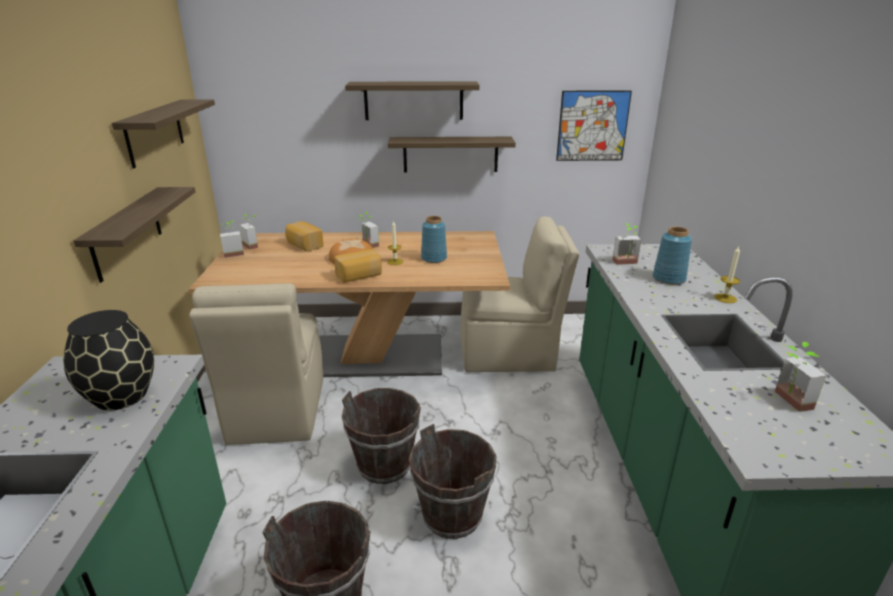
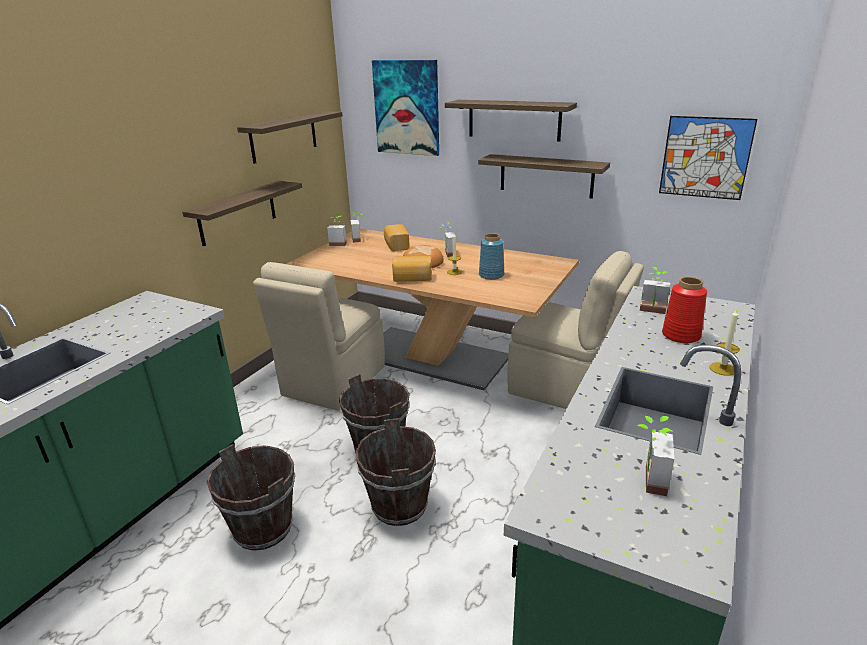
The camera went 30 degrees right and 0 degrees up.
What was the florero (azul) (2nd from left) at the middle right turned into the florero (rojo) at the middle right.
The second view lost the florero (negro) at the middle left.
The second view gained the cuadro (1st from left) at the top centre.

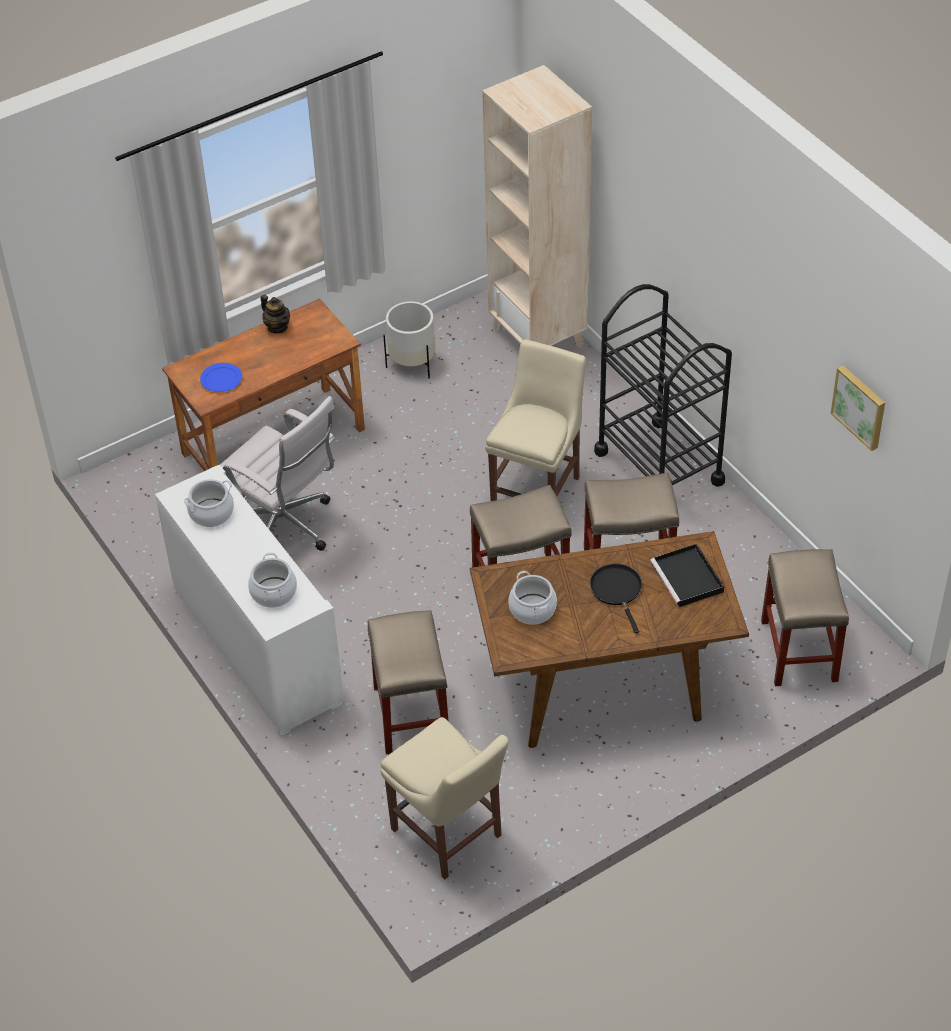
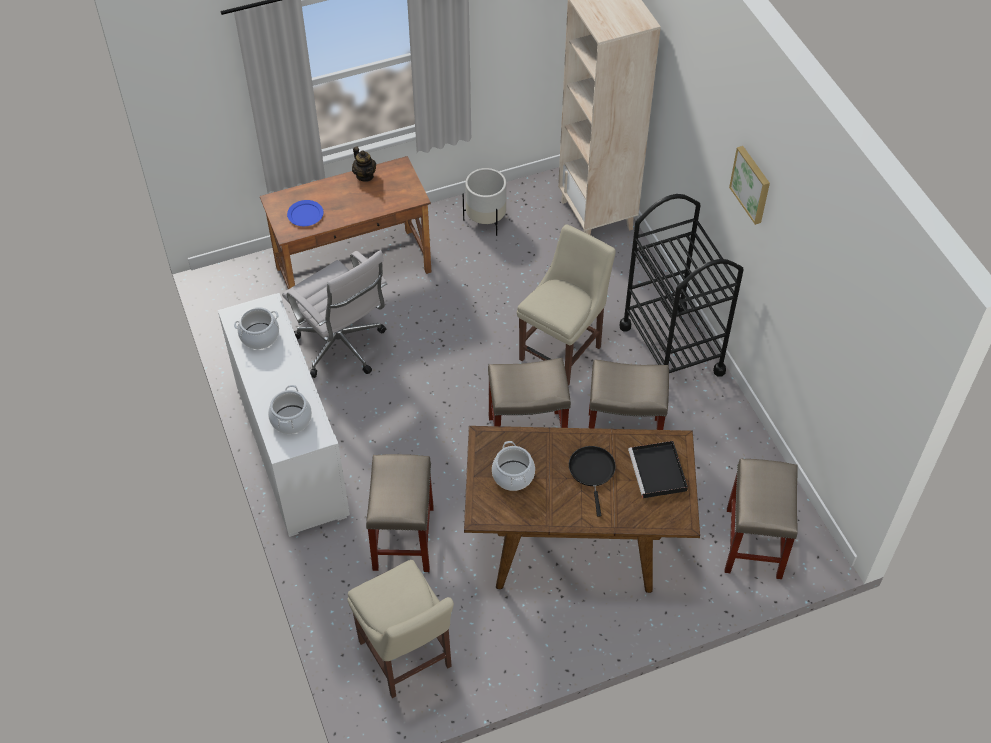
The camera went 10 degrees right and 5 degrees up.
The cuadro ended up elsewhere, having gone from the middle right to the top right.

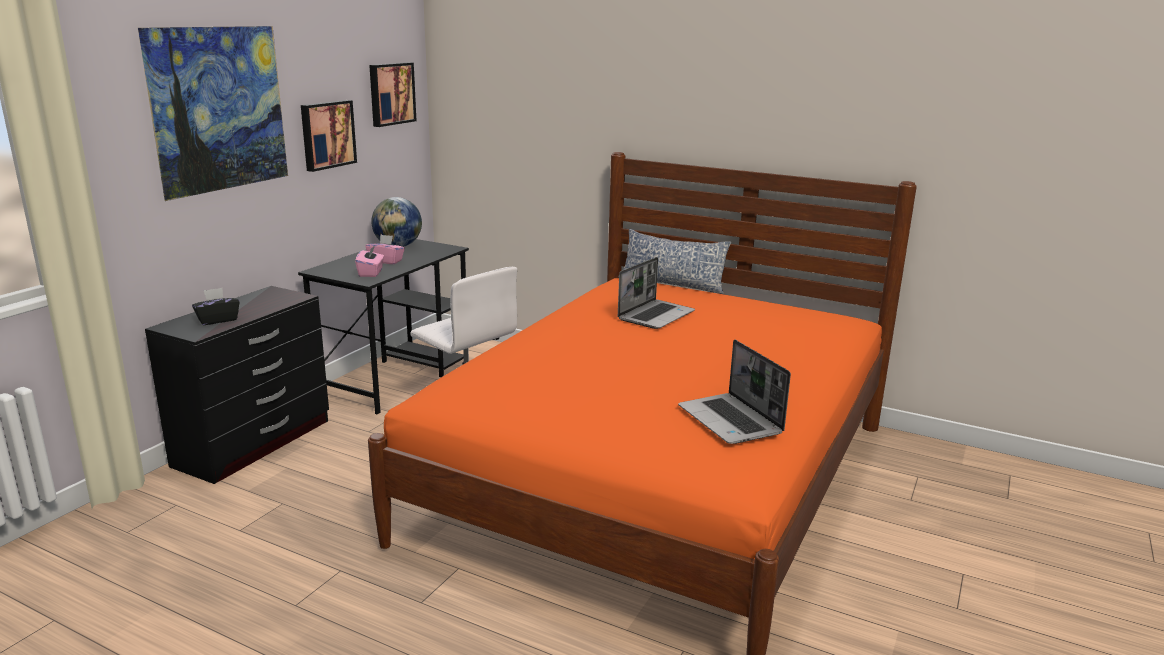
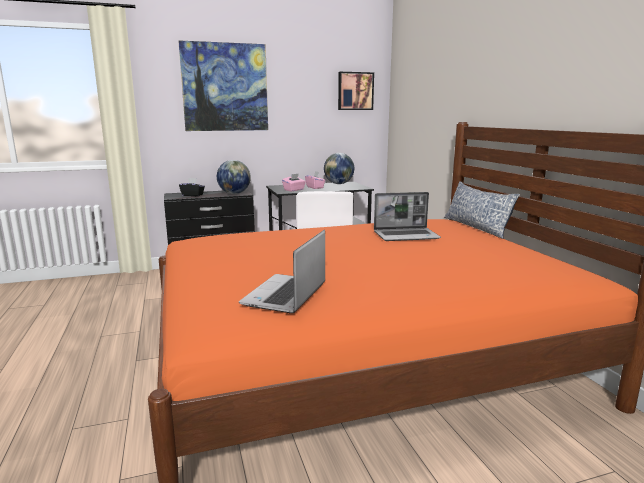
The camera went 45 degrees right and 5 degrees down.
The second view lost the cuadro (2nd from left) at the top left.
The second view gained the globo terráqueo (1st from left) at the centre.

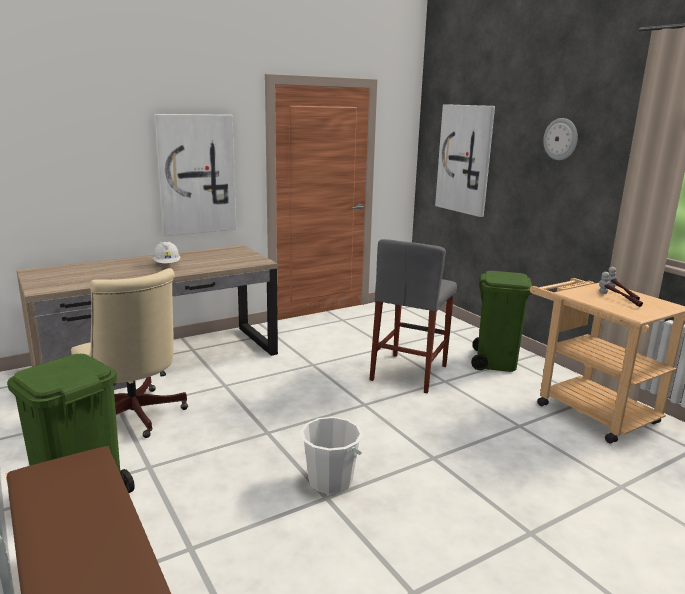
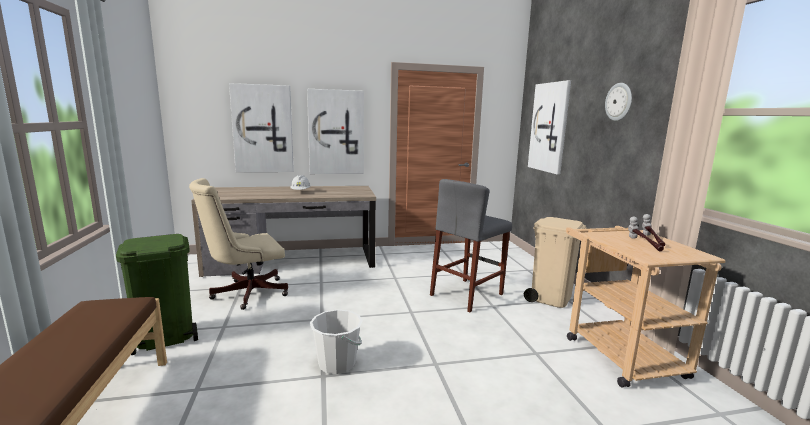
The camera went 20 degrees right and 5 degrees down.
The silla de oficina (beis) at the middle left ended up facing another way, 75 degrees clockwise from before.
What was the papelera (verde) (2nd from left) at the middle right turned into the papelera (beis) at the middle right.
The second view gained the cuadro (1st from left) at the top left.

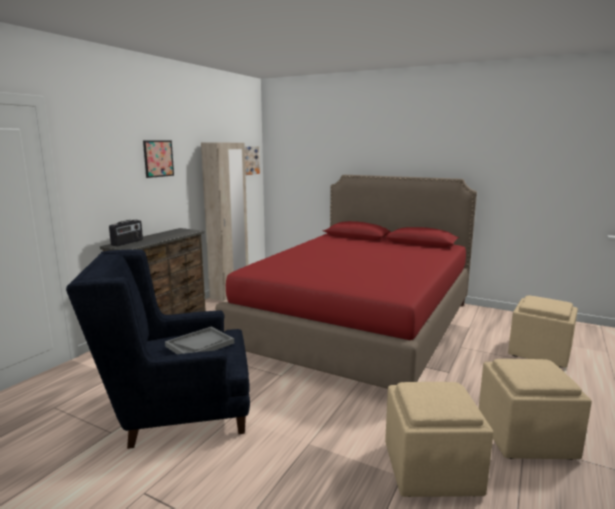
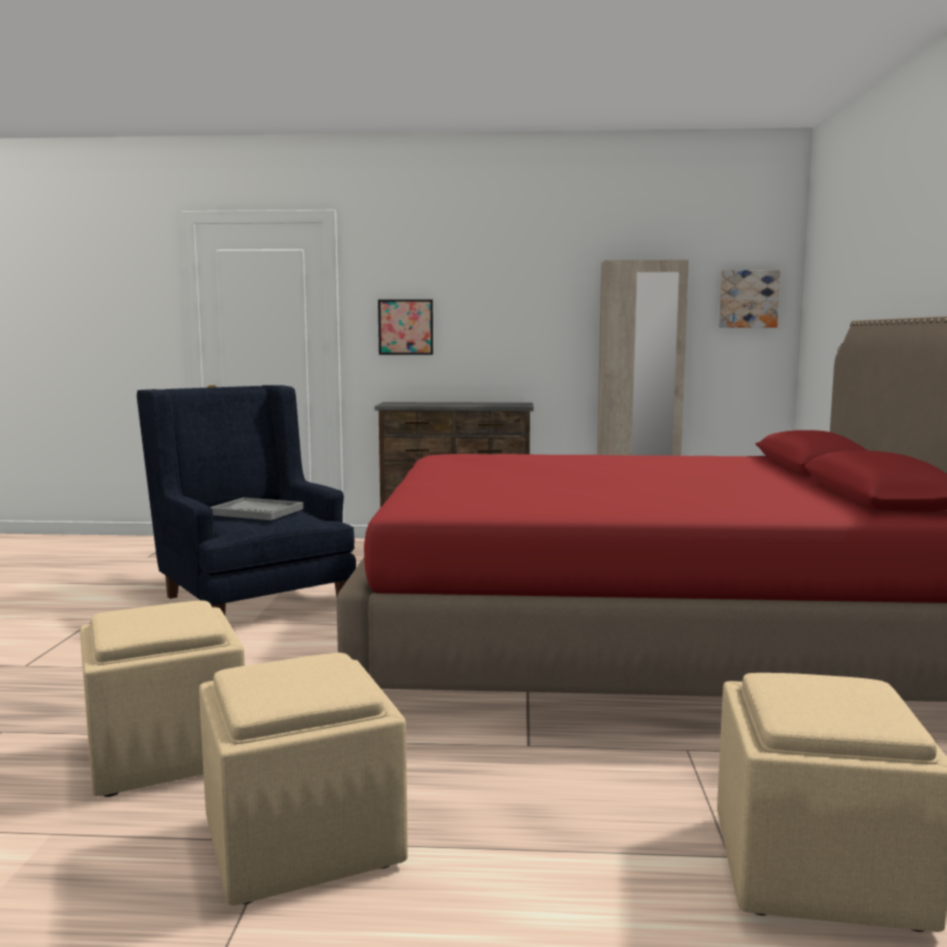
The camera went 65 degrees right and 5 degrees down.
The cuadro (1st from left) ended up elsewhere, having gone from the top left to the centre.
The second view lost the radio at the middle left.

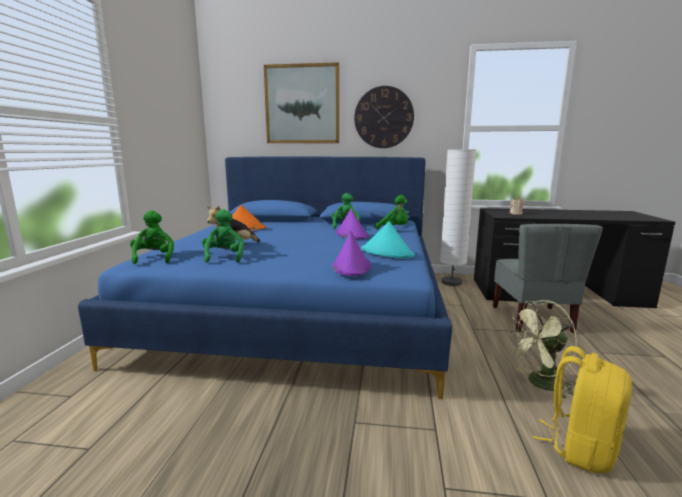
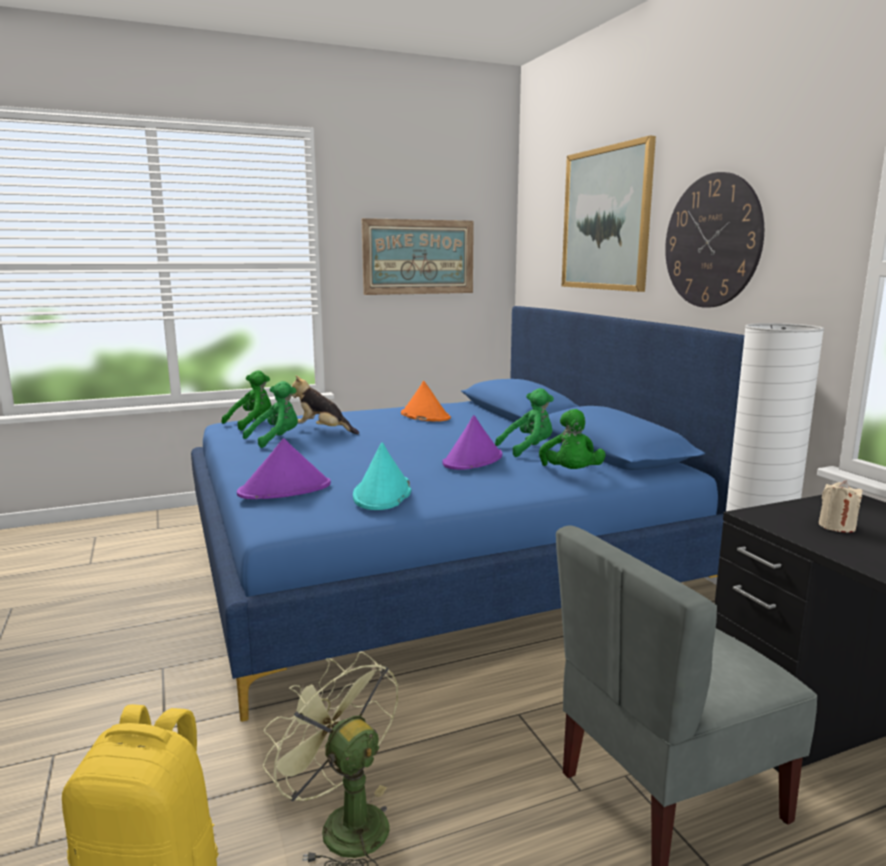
The camera went 60 degrees right and 0 degrees up.
The second view gained the cuadro (1st from left) at the top centre.

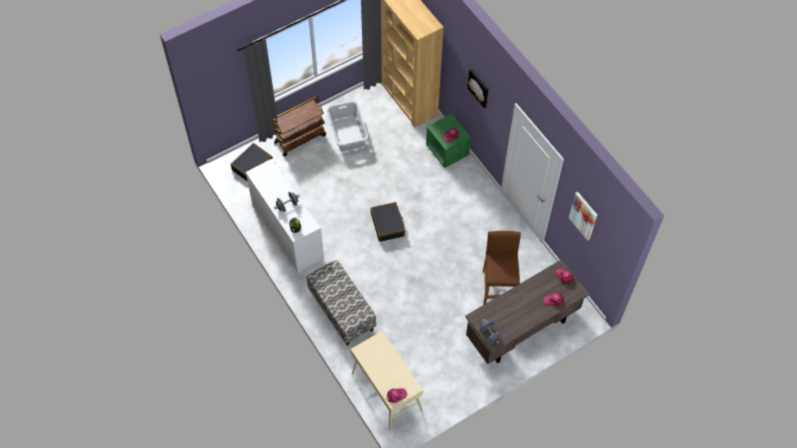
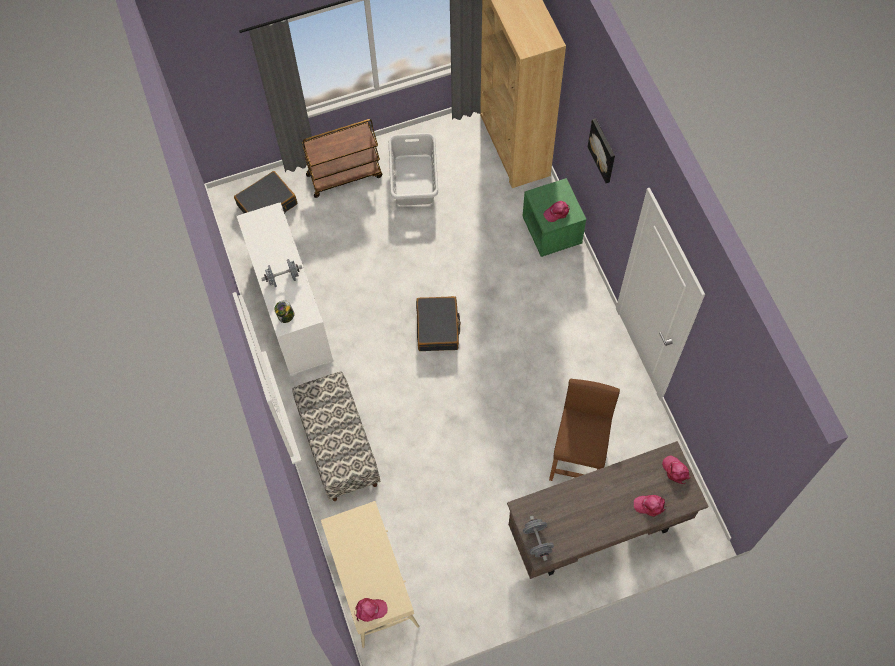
The camera went 15 degrees right and 5 degrees up.
The second view lost the cuadro (2nd from left) at the middle right.

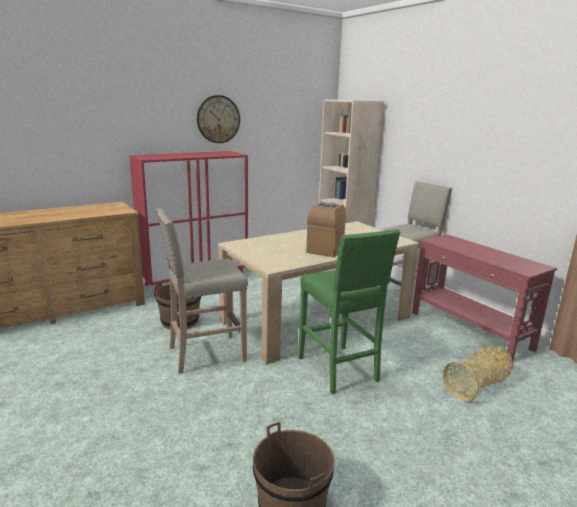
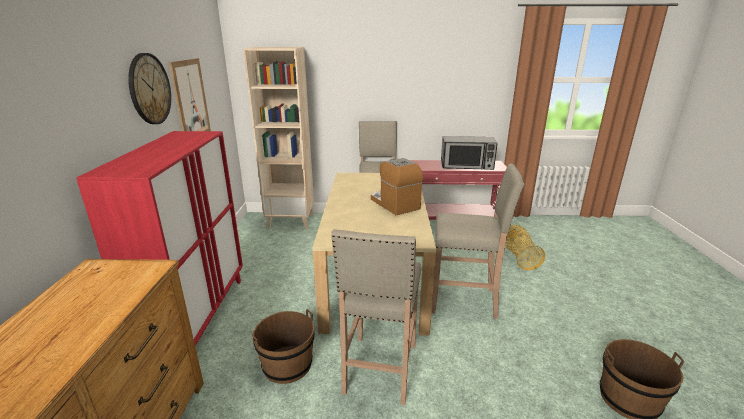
The camera went 55 degrees left and 5 degrees up.
What was the taburete (verde) at the centre turned into the taburete (beis) (3rd from left) at the centre.
The second view gained the cuadro at the top left.
The second view gained the microondas at the centre.

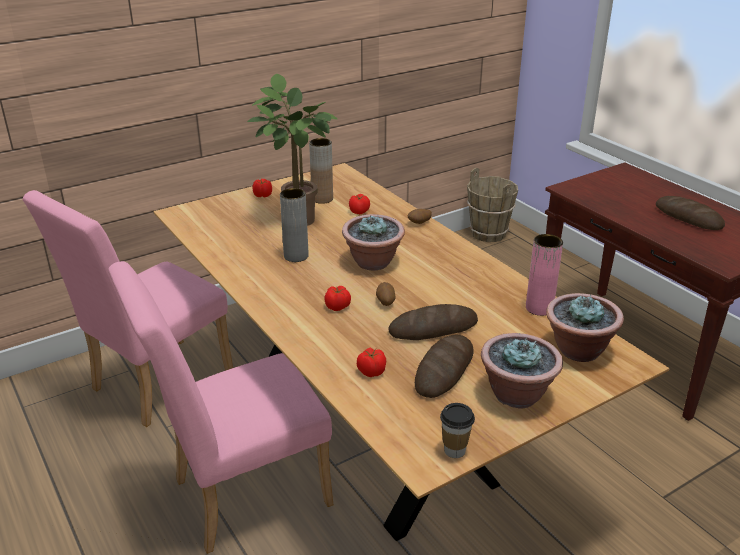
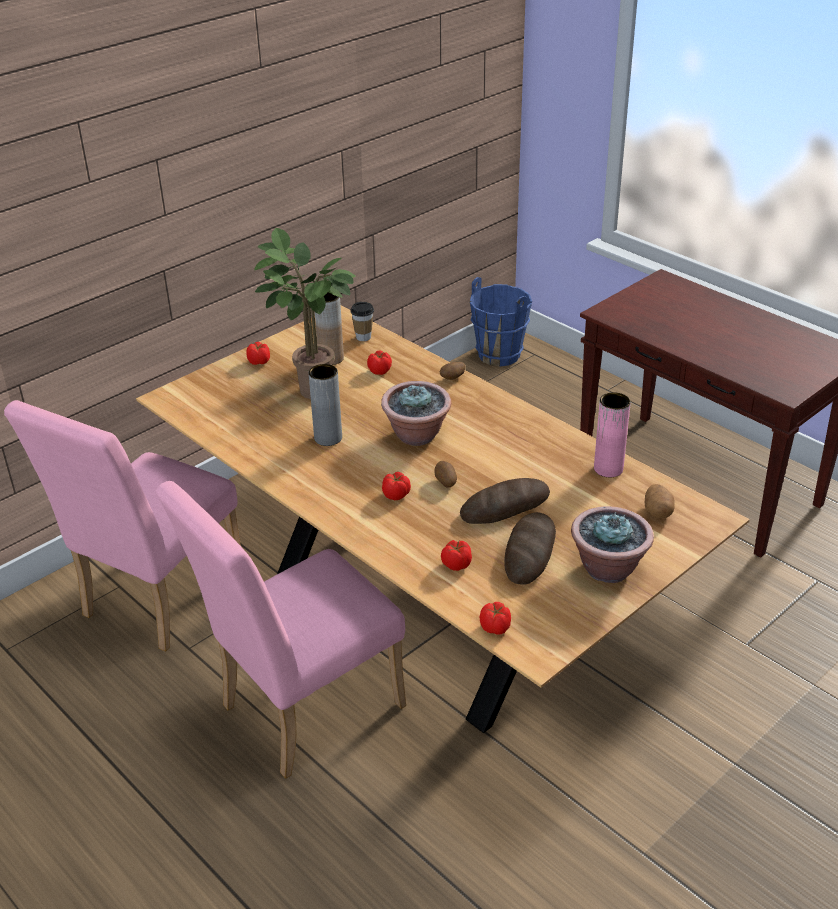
The camera went 10 degrees left and 5 degrees up.
What was the cubo (marrón) at the centre turned into the cubo (azul) at the centre.
The second view lost the pan (3rd from left) at the middle right.
Where the planta en maceta (4th from left) stood at the middle right, the patata (3rd from left) came to stand at the middle right.
The taza ended up elsewhere, having gone from the bottom centre to the centre.
The second view gained the tomate (5th from left) at the bottom centre.

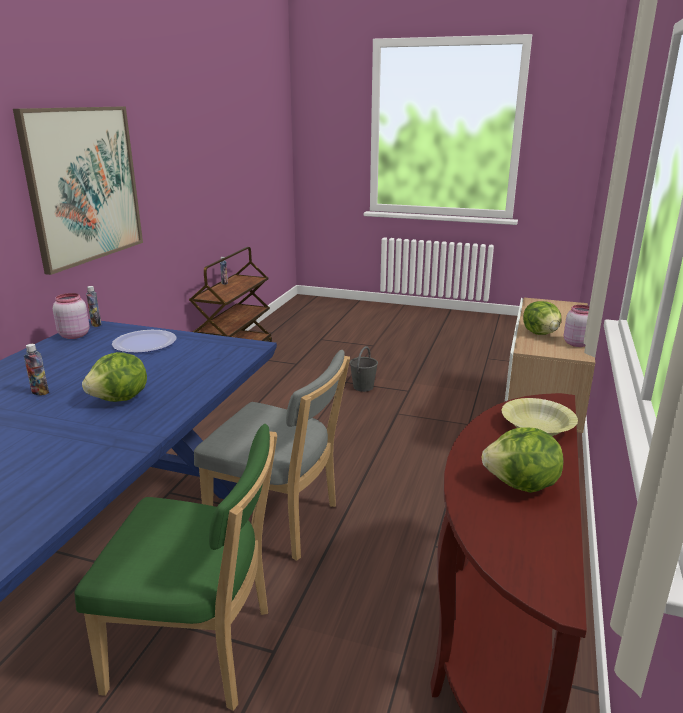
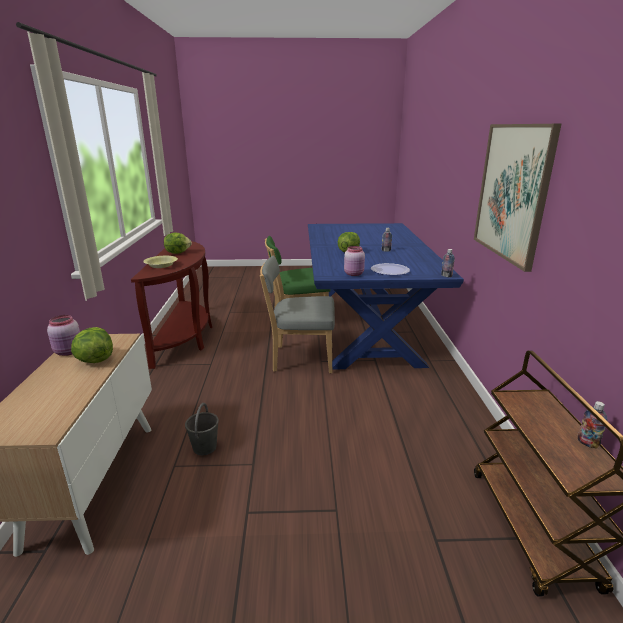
The camera went 160 degrees right and 0 degrees up.
The tarro (rosa) (1st from left in the first image) ended up elsewhere, having gone from the middle left to the centre.
The cubo (gris) ended up elsewhere, having gone from the centre to the bottom left.

